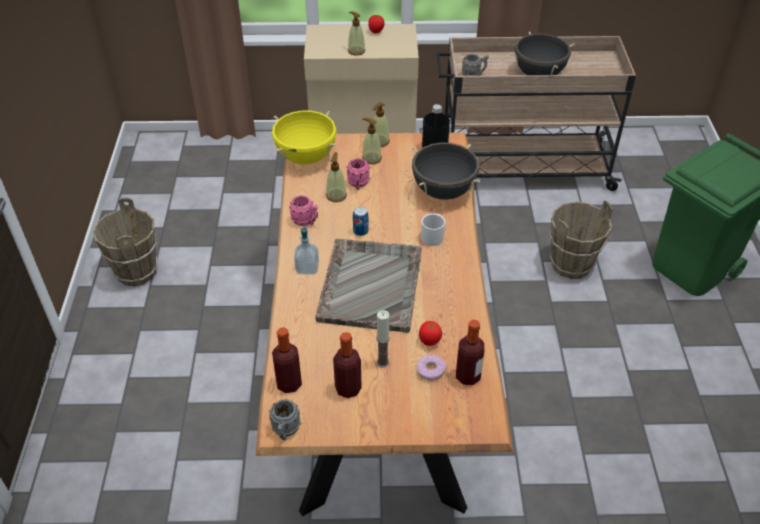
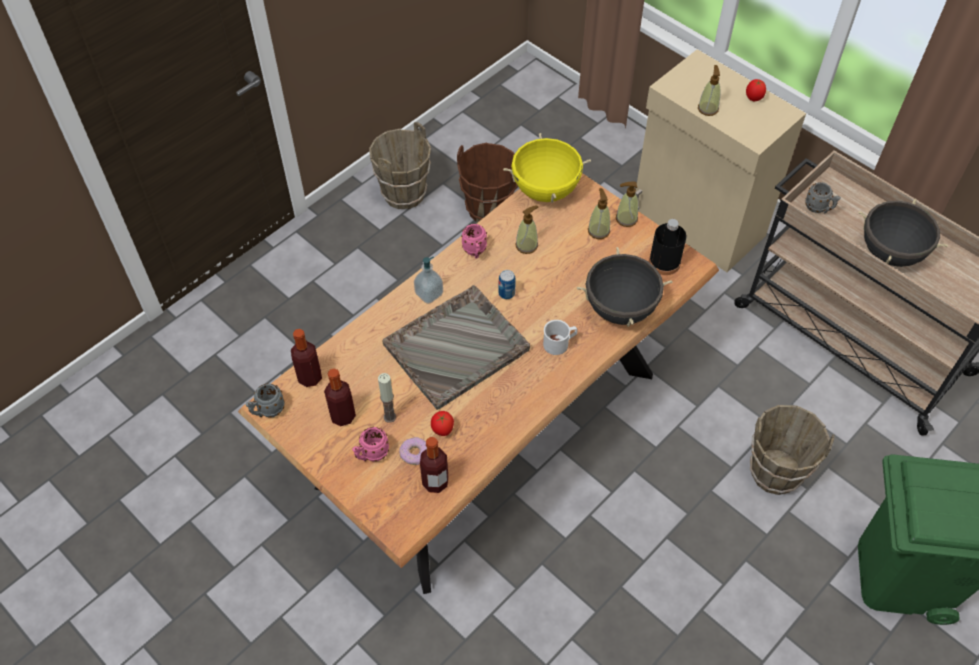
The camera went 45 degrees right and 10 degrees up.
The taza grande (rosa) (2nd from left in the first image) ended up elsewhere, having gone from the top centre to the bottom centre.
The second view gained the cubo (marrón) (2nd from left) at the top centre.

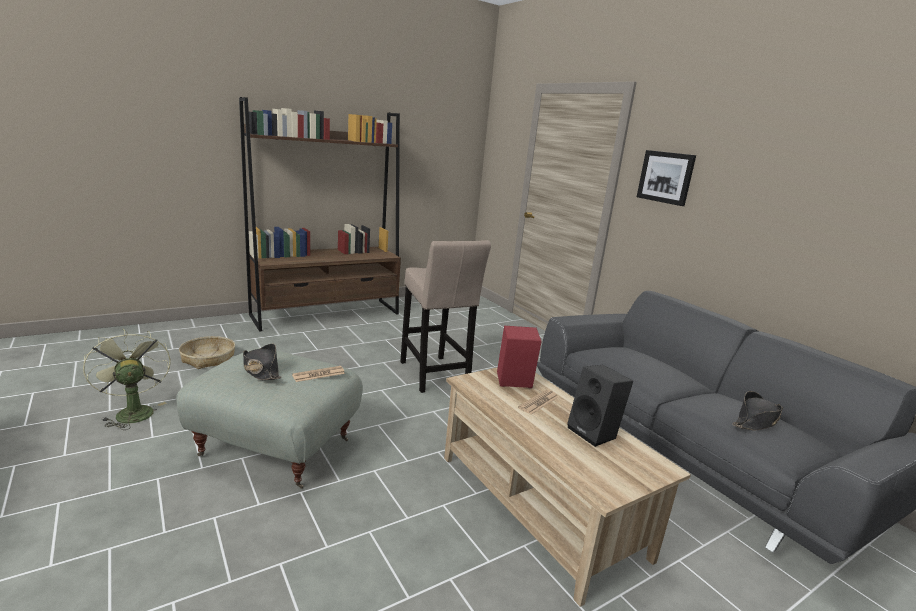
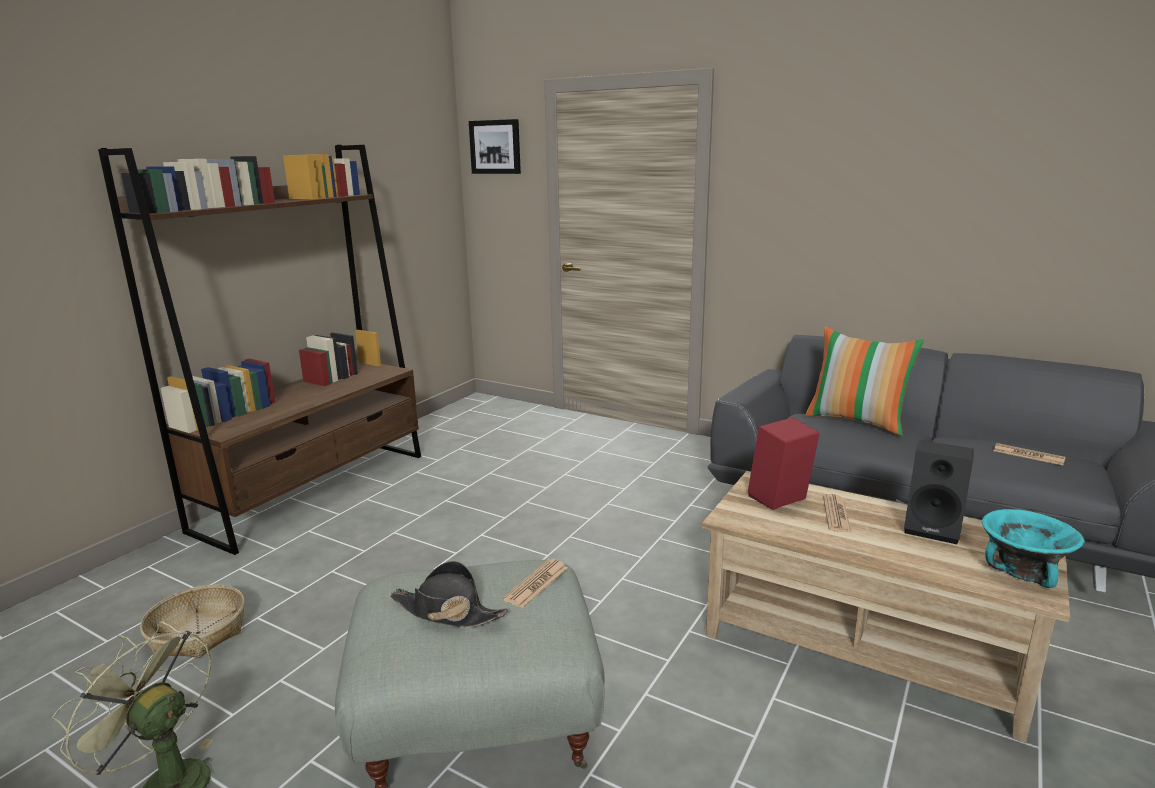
The camera went 25 degrees left and 0 degrees up.
The cuadro ended up elsewhere, having gone from the top right to the top centre.
The second view lost the taburete (beis) at the centre.
Where the sombrero (negro) (2nd from left) stood at the bottom right, the periódico (3rd from left) came to stand at the middle right.
The second view gained the cojín at the middle right.
The second view gained the cuenco (turquesa) at the bottom right.

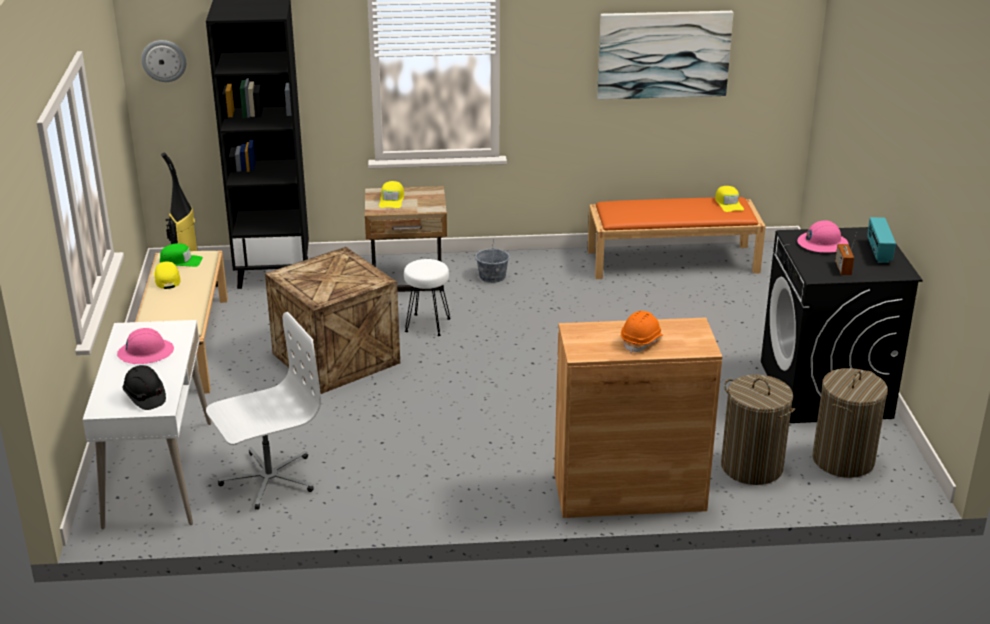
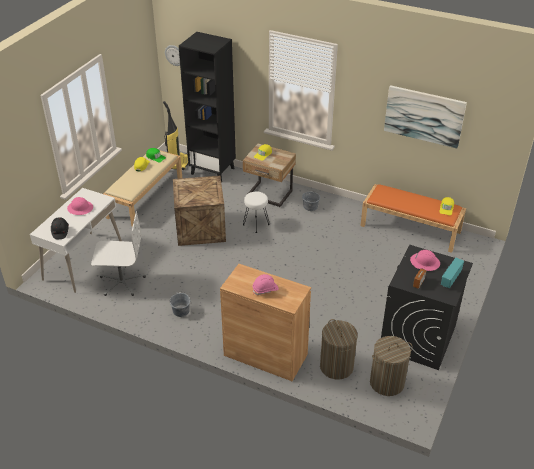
The camera went 30 degrees right and 10 degrees up.
What was the casco (naranja) at the centre turned into the casco (rosa) (2nd from left) at the centre.
The second view gained the cubo (gris) (1st from left) at the centre.

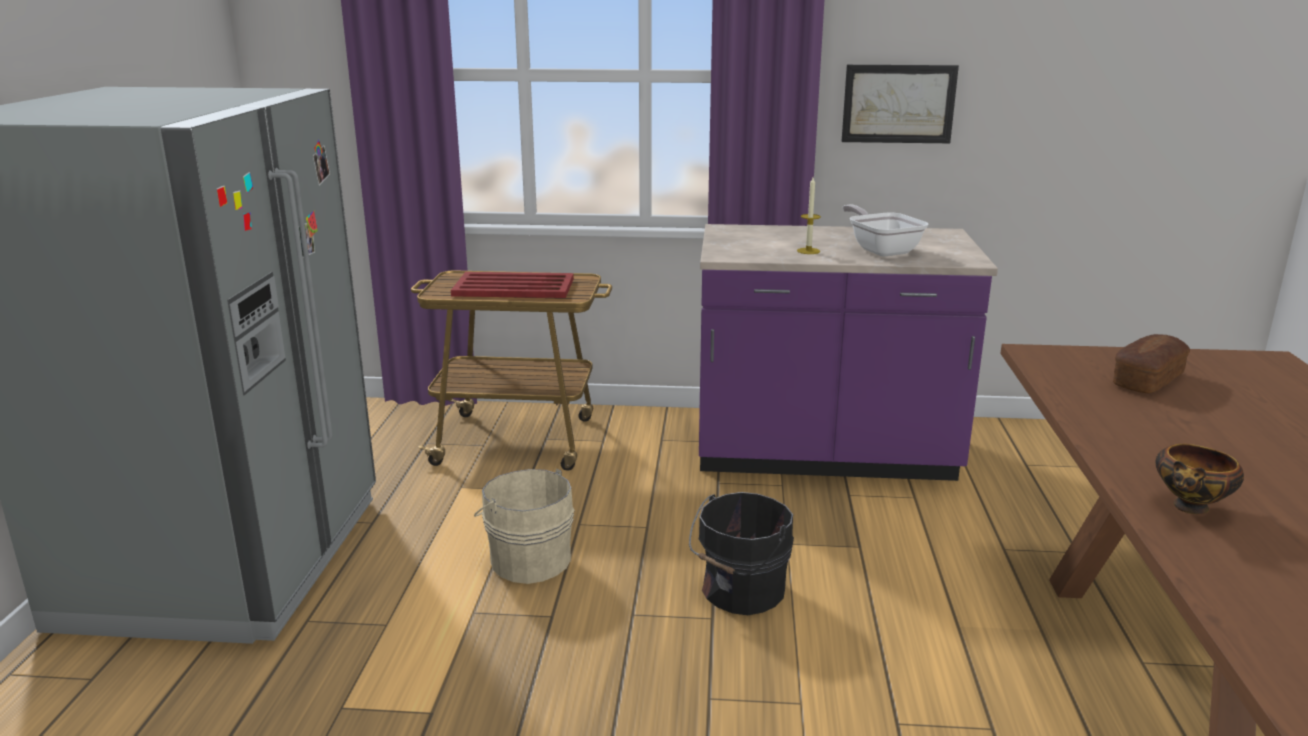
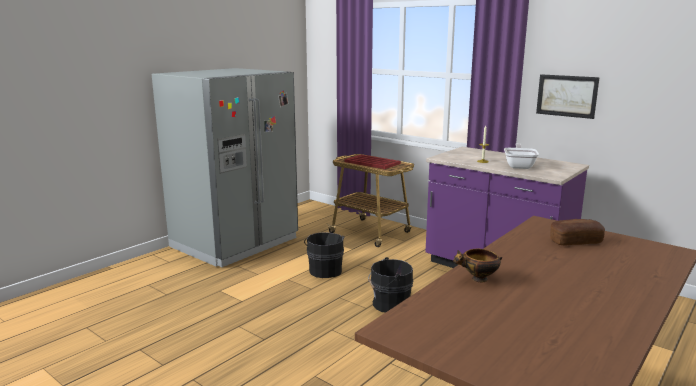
The camera went 35 degrees right and 5 degrees down.
What was the cubo (beis) at the bottom centre turned into the cubo (negro) (1st from left) at the centre.

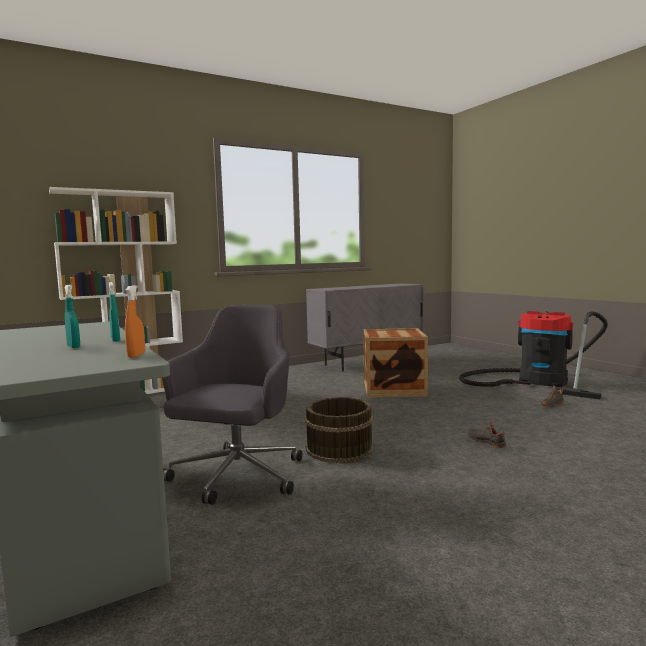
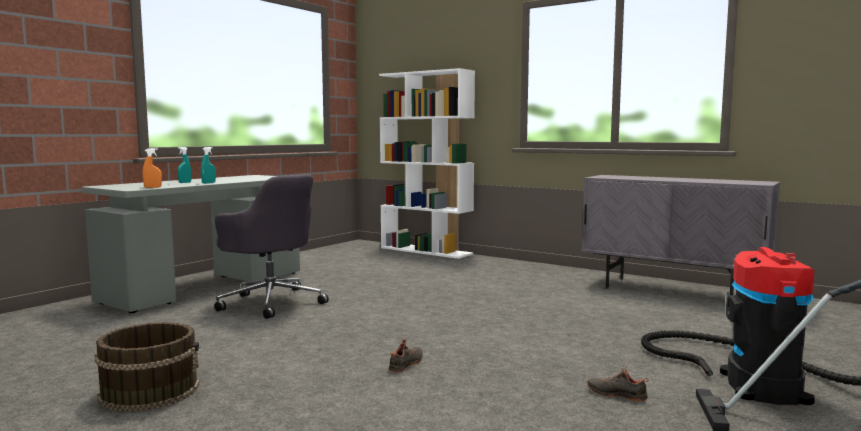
The camera went 65 degrees right and 0 degrees up.
The silla de oficina (gris) at the centre ended up facing another way, 45 degrees clockwise from before.
The second view lost the caja de embalaje at the centre.
The cubo (marrón) ended up elsewhere, having gone from the centre to the bottom left.

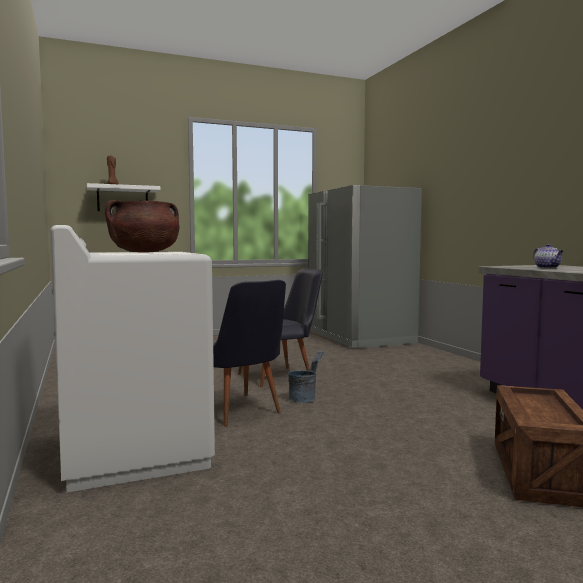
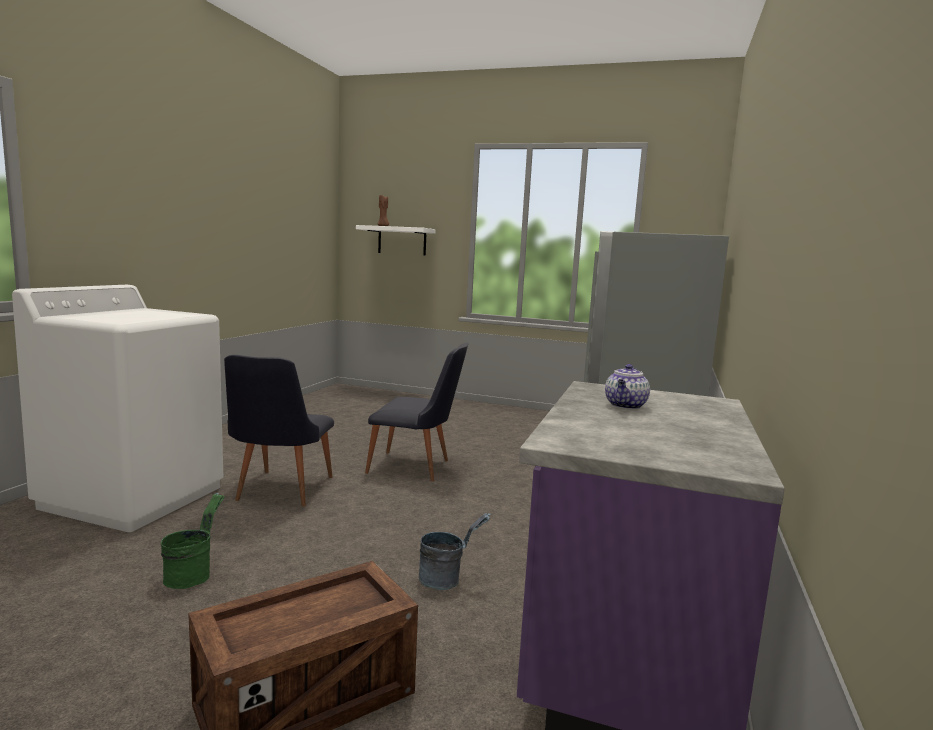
The camera went 40 degrees right and 5 degrees up.
The second view lost the olla (marrón) at the middle left.
The cubo (gris) ended up elsewhere, having gone from the centre to the bottom centre.
The second view gained the cubo (verde) at the bottom left.

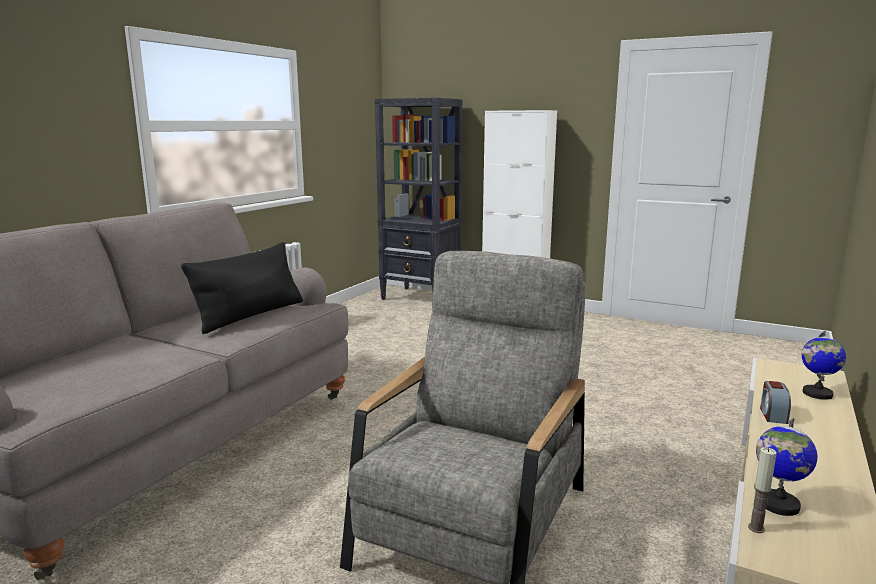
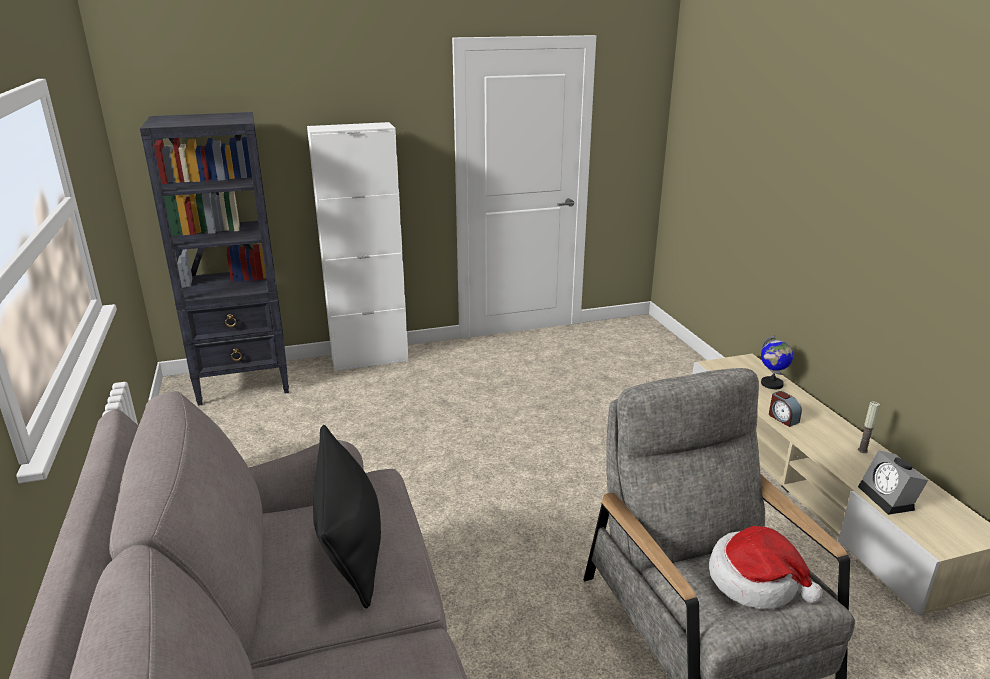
The camera went 45 degrees left and 10 degrees up.
Where the globo terráqueo (1st from left) stood at the bottom right, the despertador (2nd from left) came to stand at the bottom right.
The vela ended up elsewhere, having gone from the bottom right to the middle right.
The second view gained the sombrero at the bottom right.

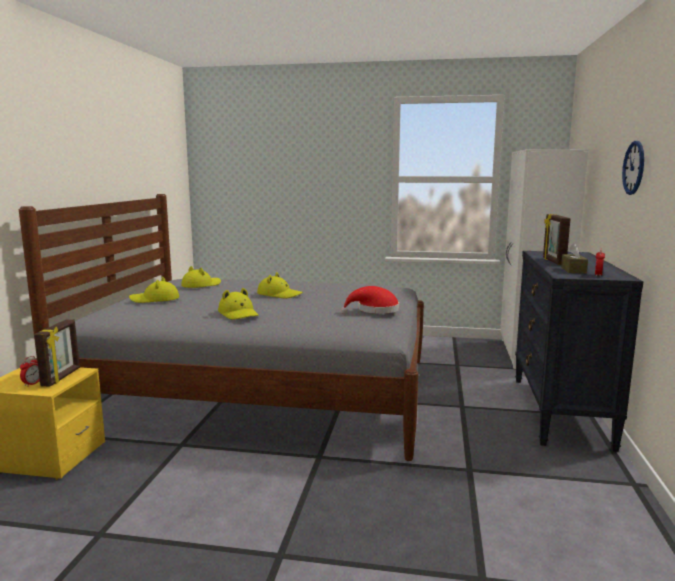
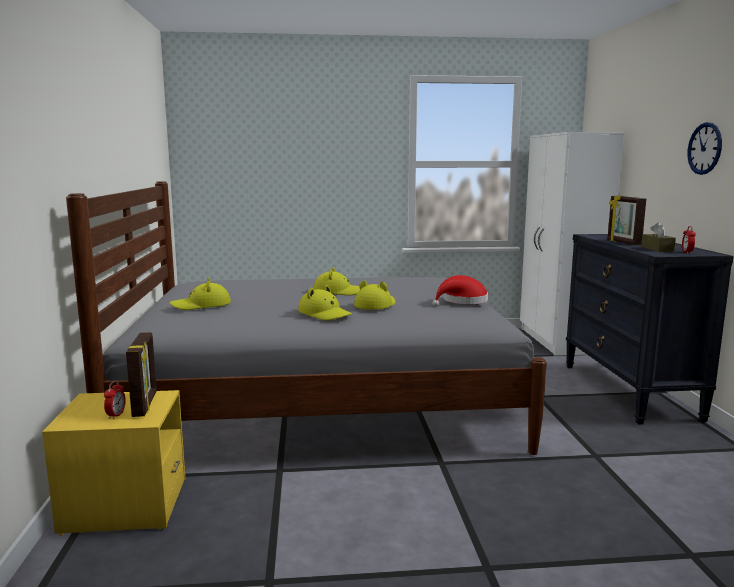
The camera went 15 degrees left and 0 degrees up.
The sombrero (amarillo) (2nd from left in the first image) ended up elsewhere, having gone from the middle left to the centre.

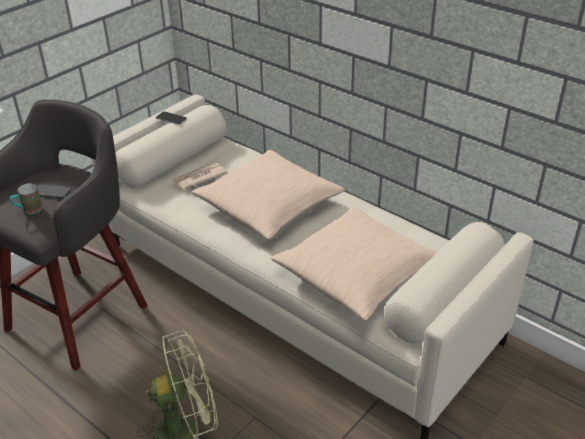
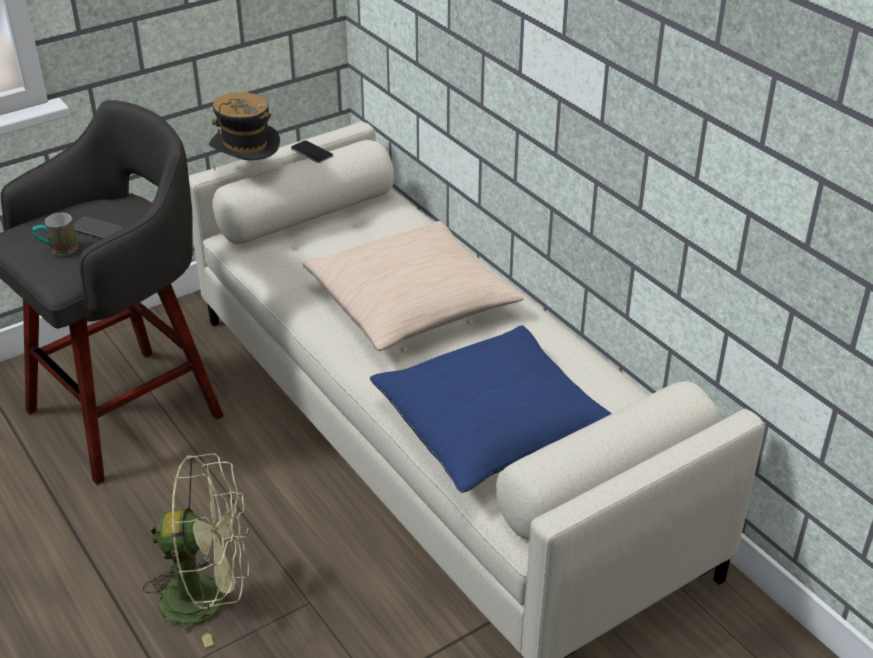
The camera went 15 degrees right and 0 degrees up.
The second view lost the periódico at the centre.
What was the cojín (beis) (2nd from left) at the centre turned into the cojín (azul) at the centre.
The second view gained the sombrero at the top left.

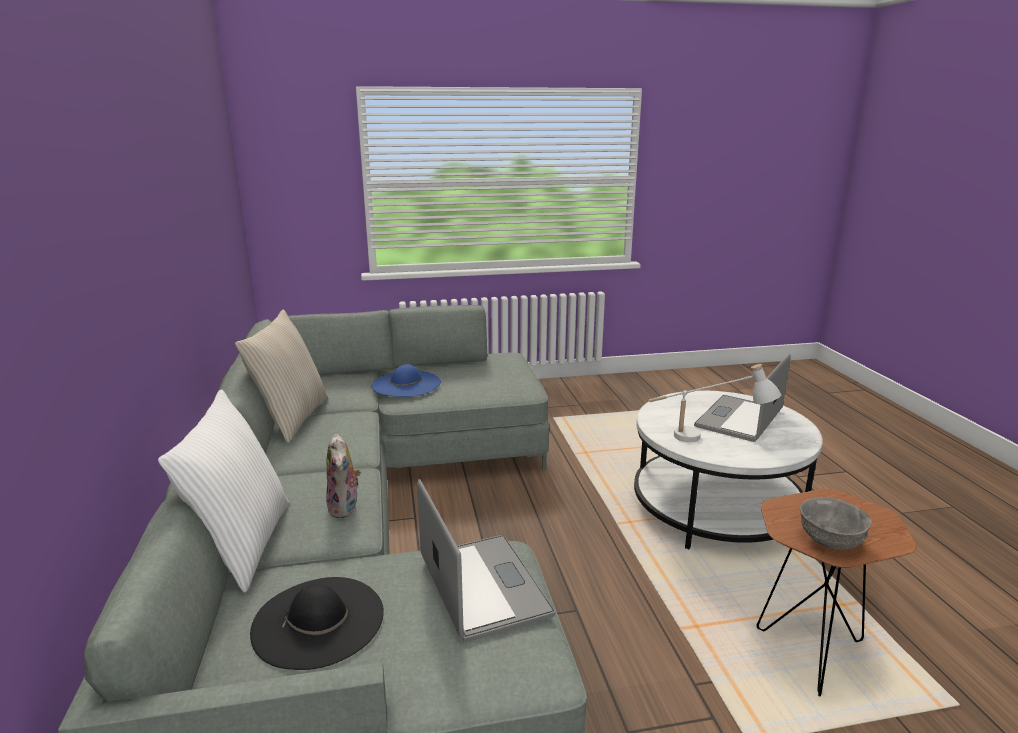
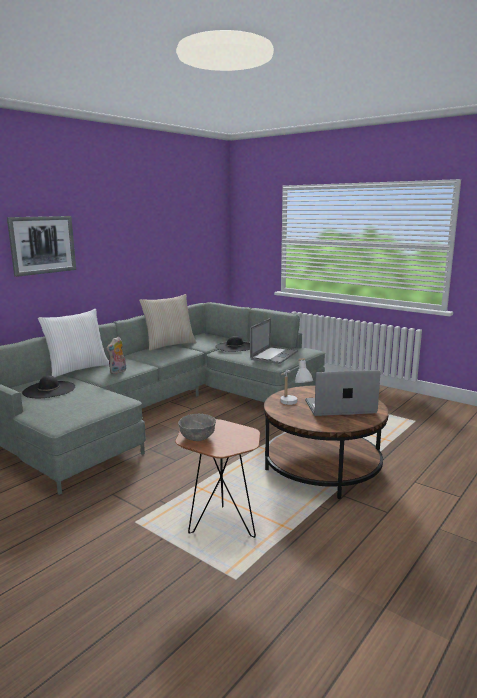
The camera went 50 degrees right and 5 degrees down.
What was the sombrero (azul) at the centre turned into the sombrero (negro) (2nd from left) at the centre.
What was the mesa de centro (blanco) at the middle right turned into the mesa de centro (marrón) at the middle right.
The portátil (1st from left) ended up elsewhere, having gone from the bottom centre to the centre.
The second view gained the cuadro at the middle left.

